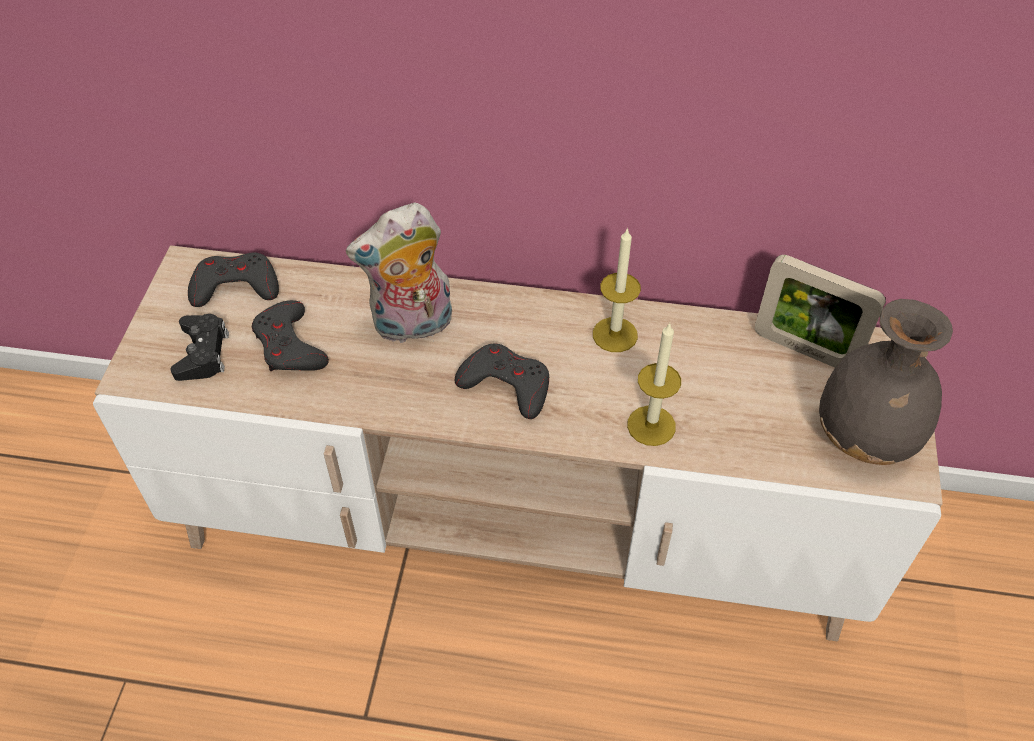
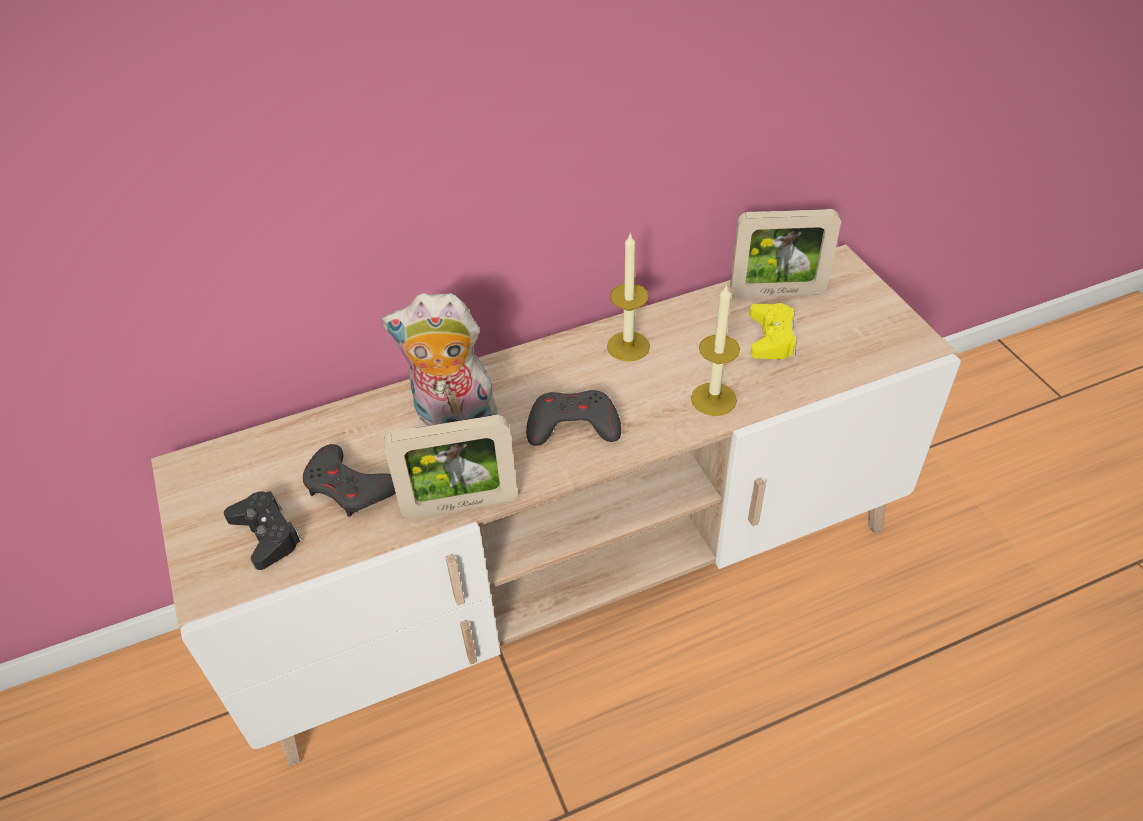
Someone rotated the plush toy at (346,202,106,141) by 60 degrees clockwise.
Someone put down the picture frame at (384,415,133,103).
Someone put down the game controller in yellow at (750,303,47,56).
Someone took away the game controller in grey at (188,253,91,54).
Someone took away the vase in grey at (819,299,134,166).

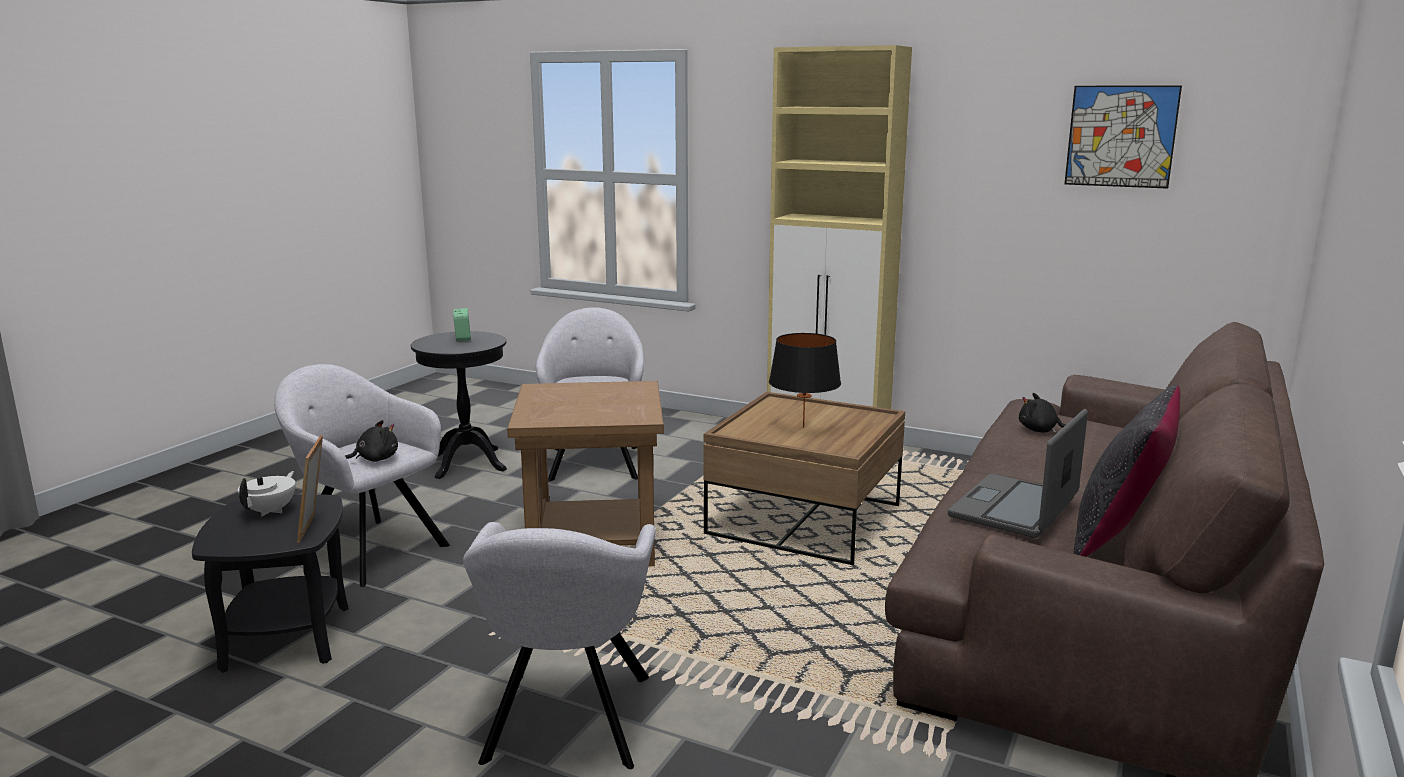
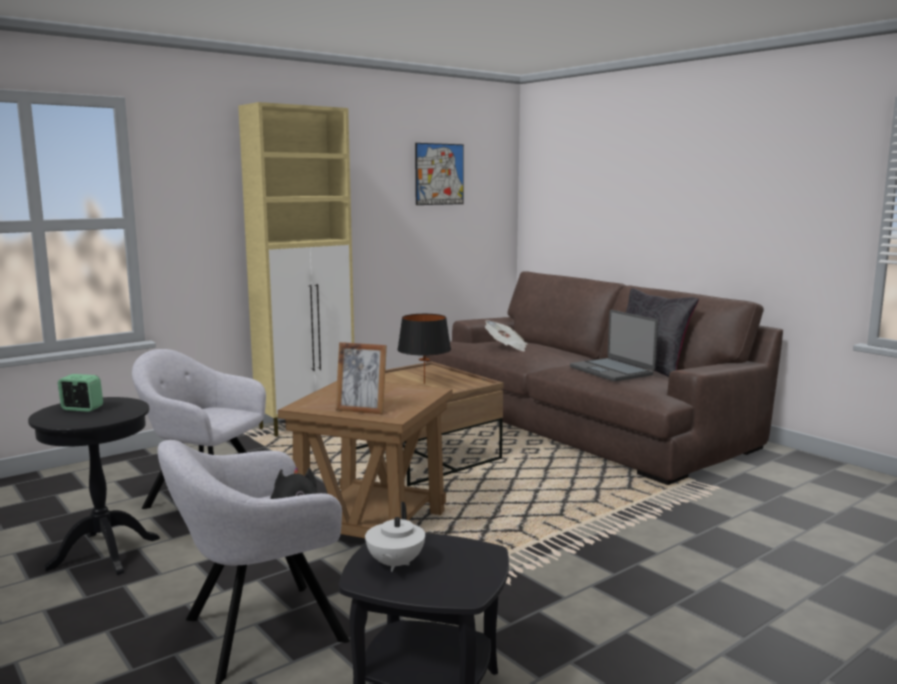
Someone carried the picture frame from (297,435,26,108) to (336,342,51,72).
Someone rotated the teapot in white at (238,471,57,46) by 120 degrees counterclockwise.
Someone swapped the plush toy in black at (1019,393,47,41) for the newspaper at (485,320,43,31).
Someone took away the armchair in grey at (463,522,193,247).

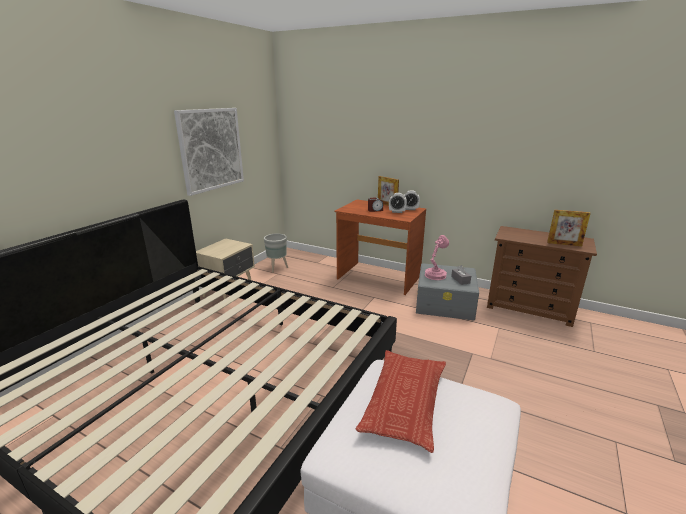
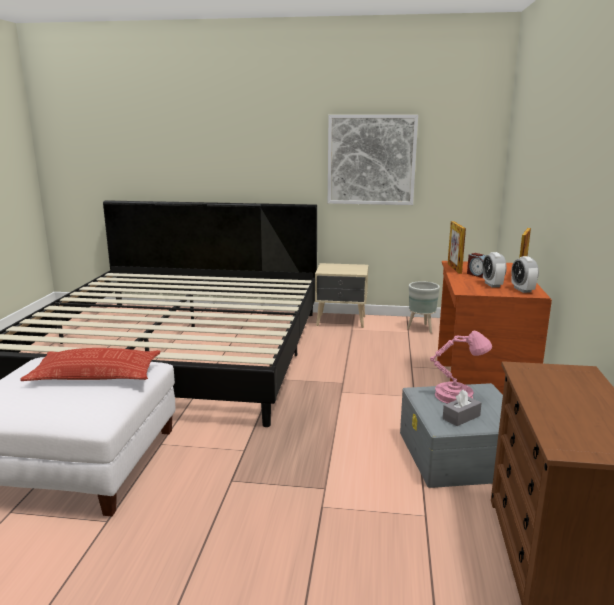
Someone carried the picture frame from (547,210,44,36) to (448,221,18,53).

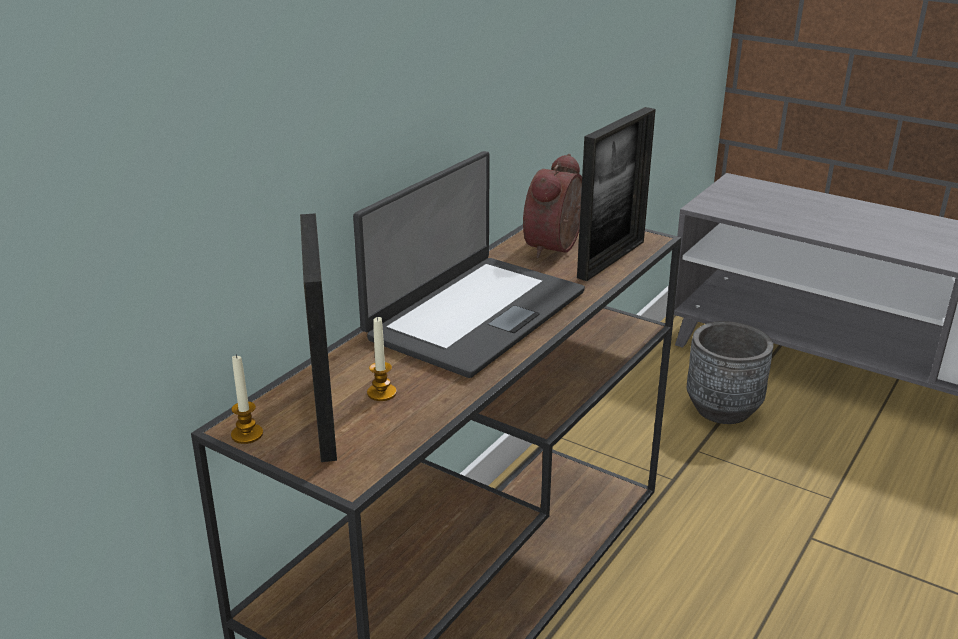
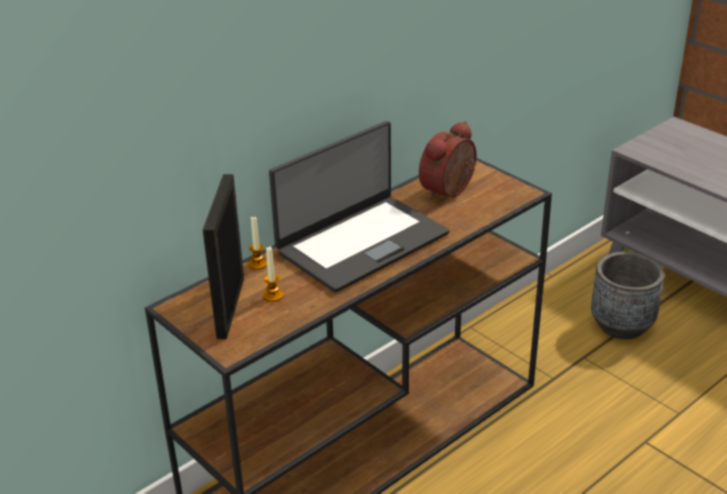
Someone carried the candle from (231,354,32,90) to (248,216,19,54).
Someone took away the picture frame at (577,107,79,174).

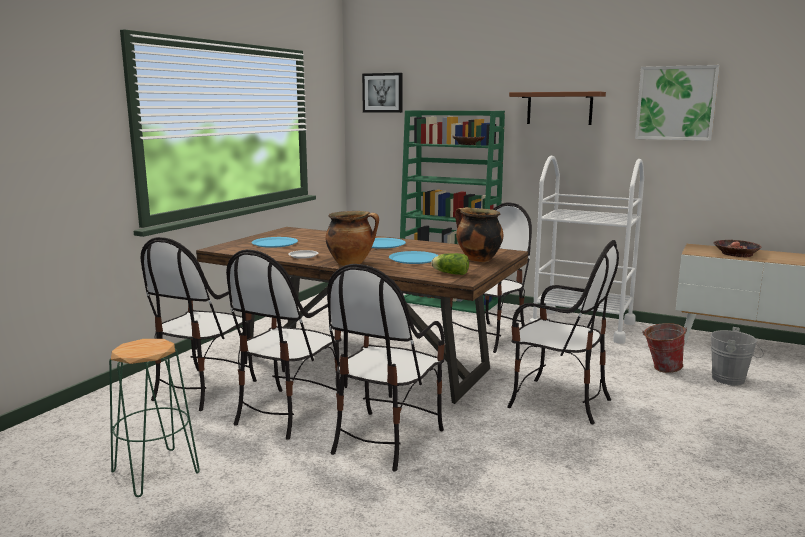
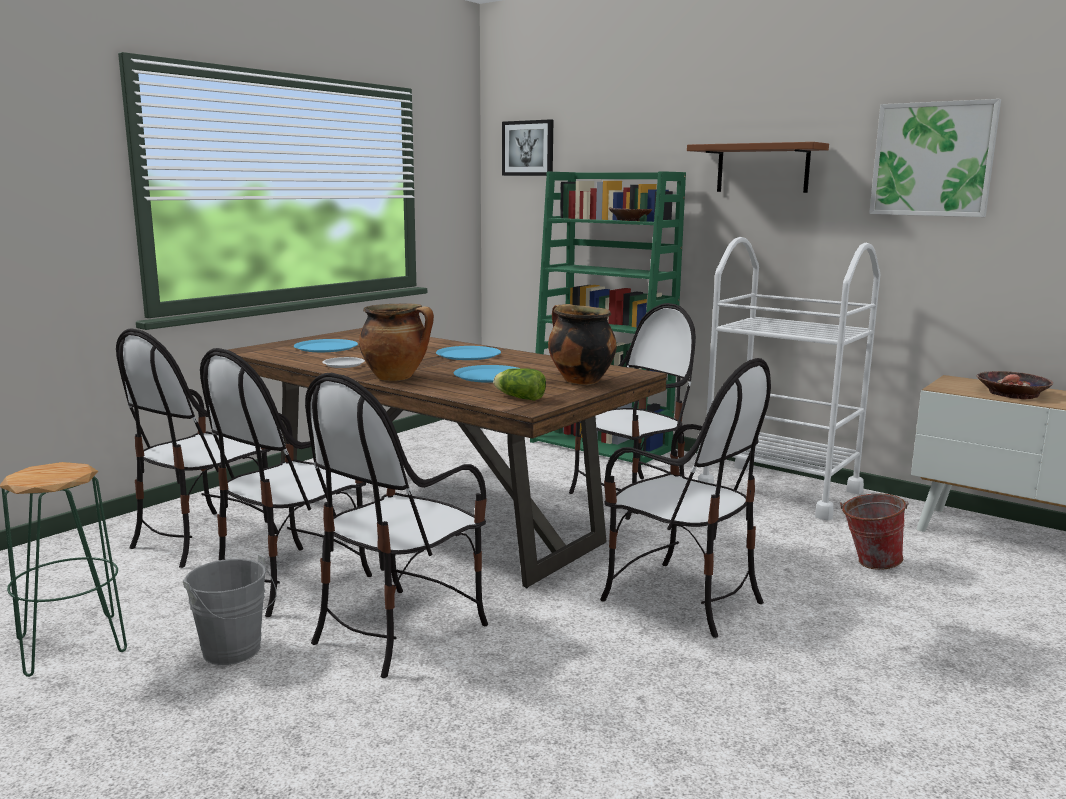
Someone carried the bucket in grey from (711,327,53,59) to (183,554,94,111).

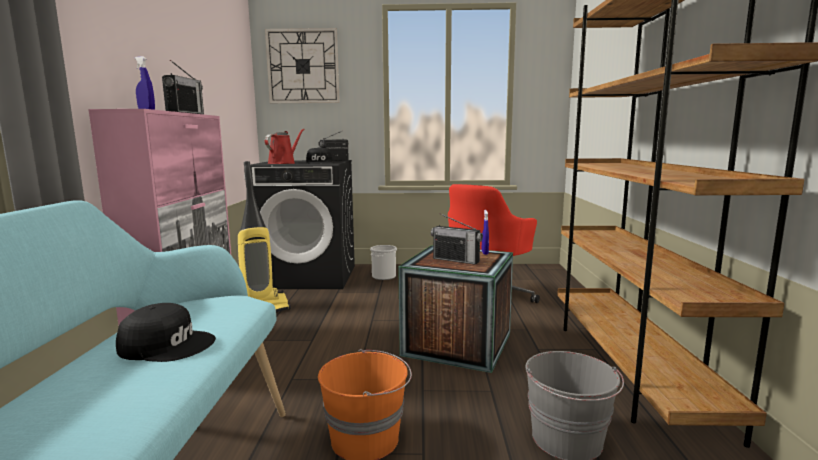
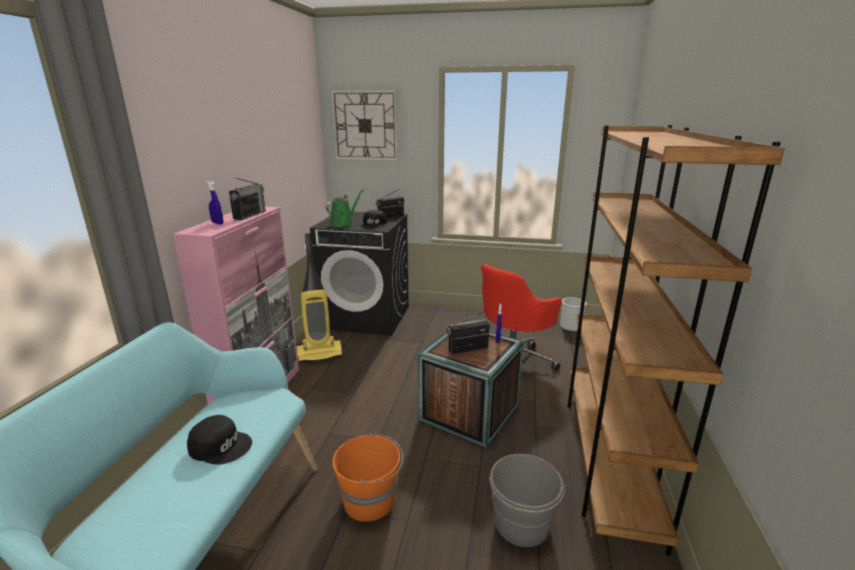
Someone repainted the watering can in red at (265,129,40,35), which became the watering can in green at (326,189,38,38).
Someone rotated the radio at (431,213,52,52) by 120 degrees clockwise.
Someone carried the bucket from (370,245,27,35) to (560,297,27,34).

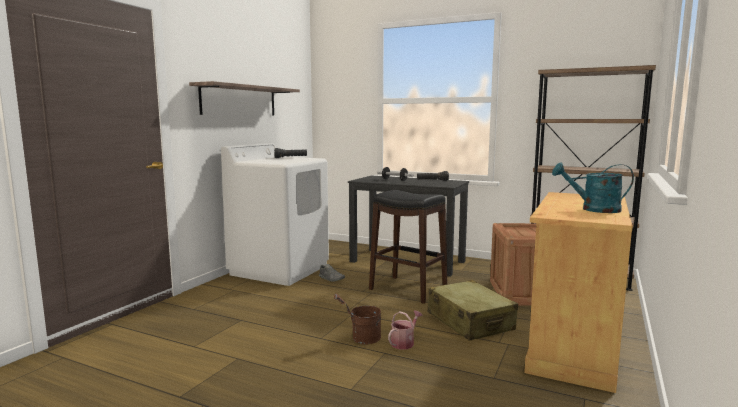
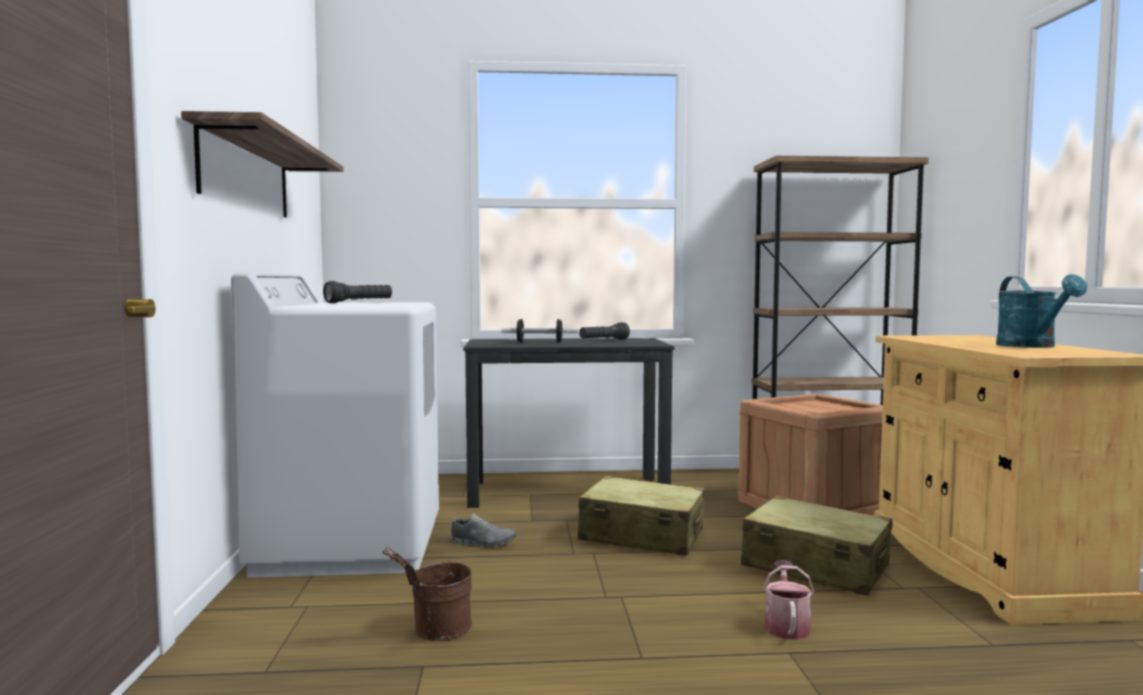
Someone carried the bucket in brown from (334,293,47,52) to (383,547,89,94).
Someone swapped the stool in black at (369,190,78,114) for the suitcase in beige at (578,476,127,80).
Someone rotated the watering can in turquoise at (552,162,82,51) by 75 degrees counterclockwise.

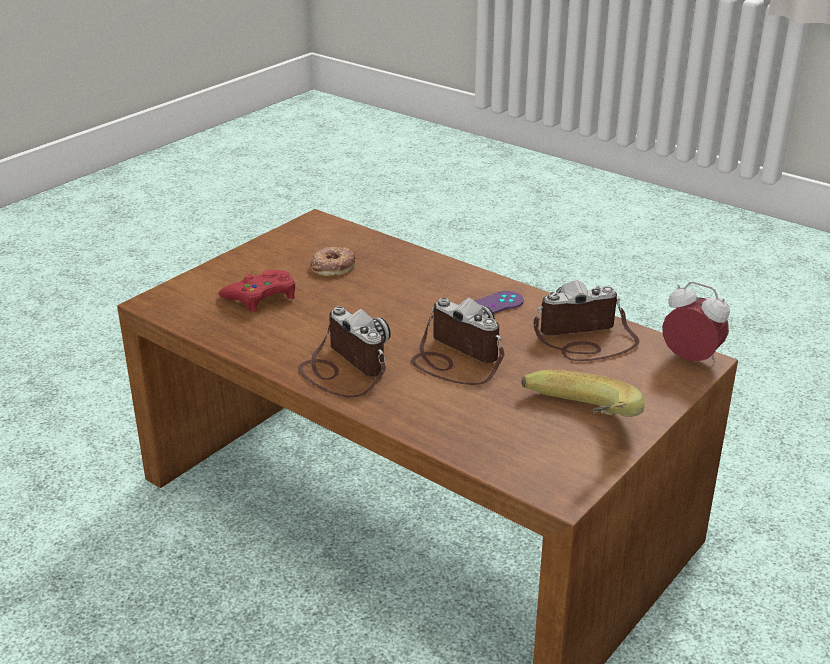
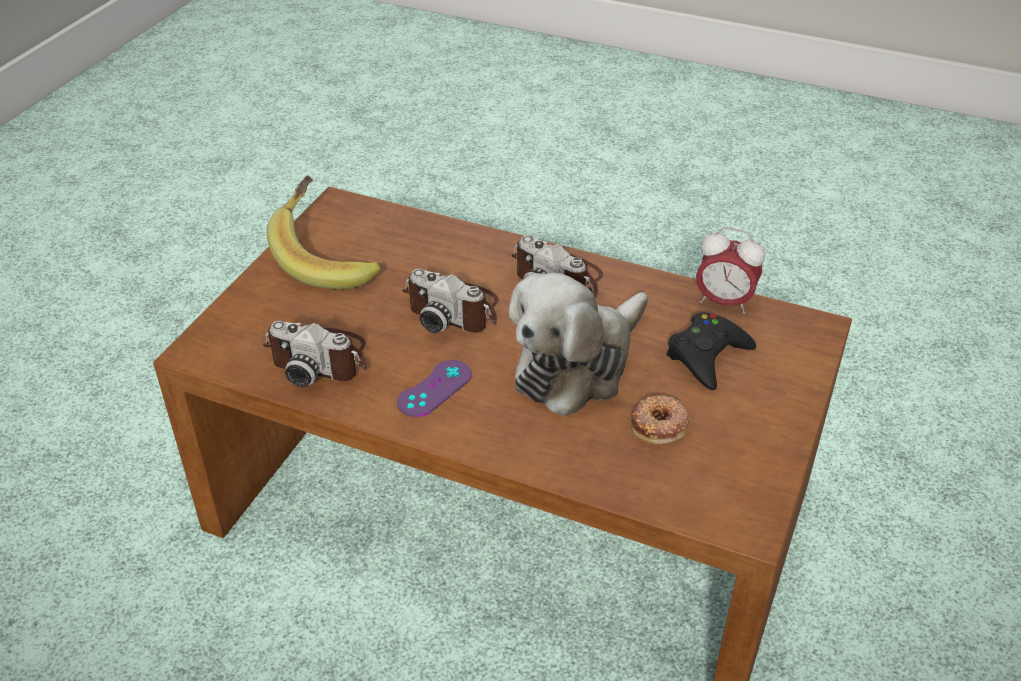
Someone rotated the photo camera at (534,280,105,81) by 45 degrees clockwise.
Someone put down the plush toy at (509,273,139,144).
Someone repainted the game controller in red at (218,270,77,42), which became the game controller in black at (667,312,89,78).
Someone carried the alarm clock from (662,282,68,81) to (696,227,69,87).

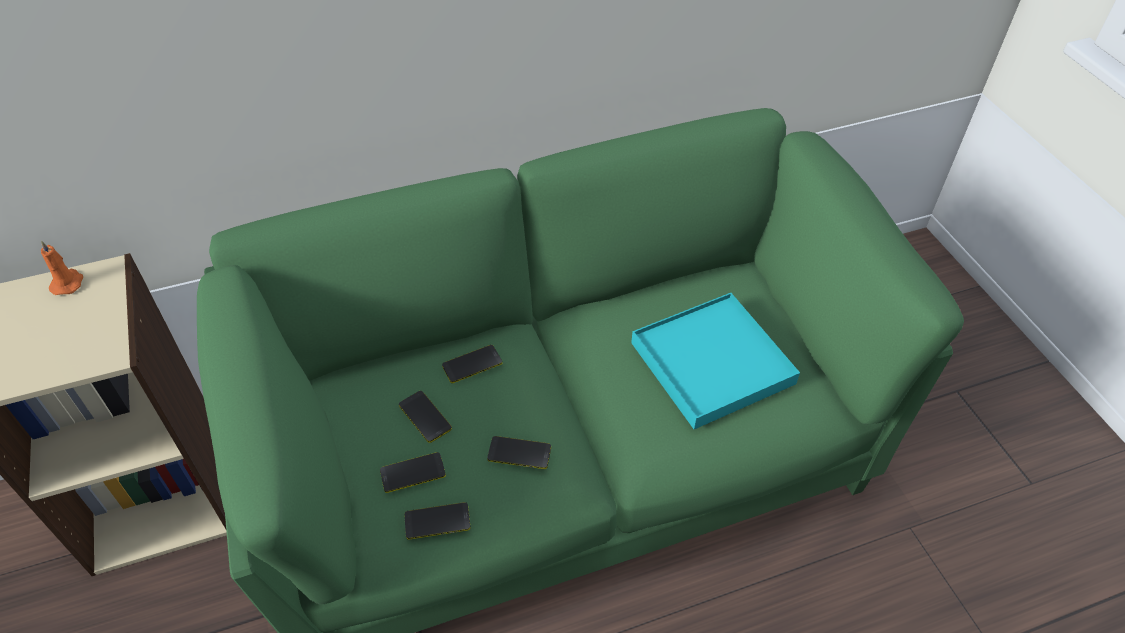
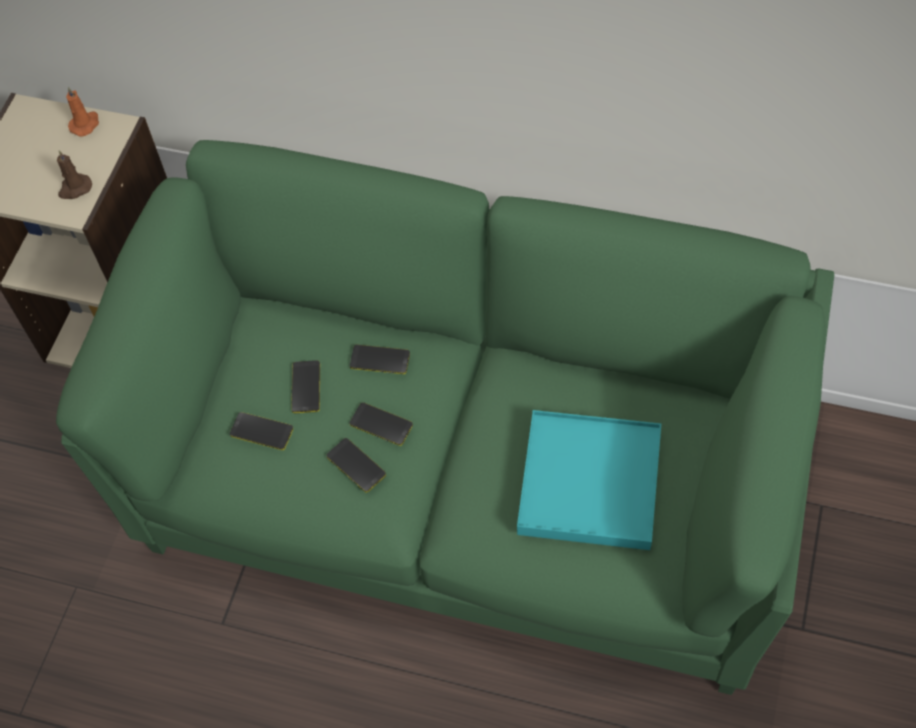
Someone put down the candle in brown at (57,150,35,49).
Someone carried the phone from (404,502,67,38) to (350,403,63,43).

